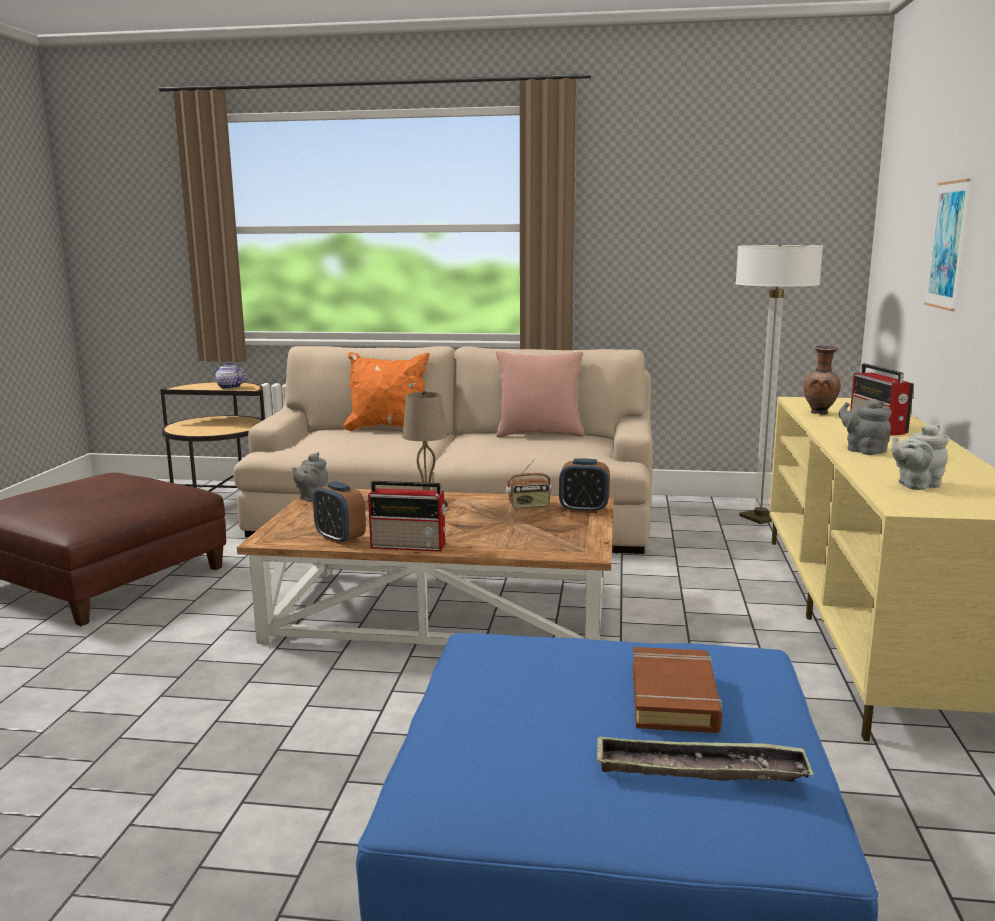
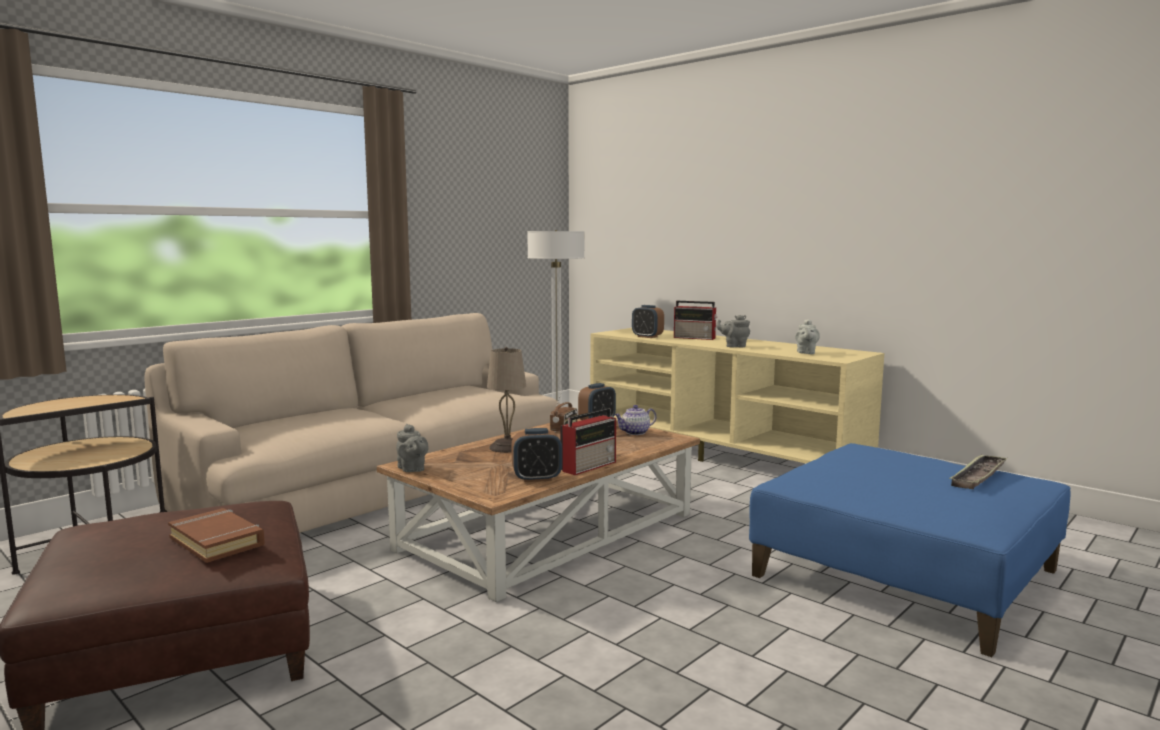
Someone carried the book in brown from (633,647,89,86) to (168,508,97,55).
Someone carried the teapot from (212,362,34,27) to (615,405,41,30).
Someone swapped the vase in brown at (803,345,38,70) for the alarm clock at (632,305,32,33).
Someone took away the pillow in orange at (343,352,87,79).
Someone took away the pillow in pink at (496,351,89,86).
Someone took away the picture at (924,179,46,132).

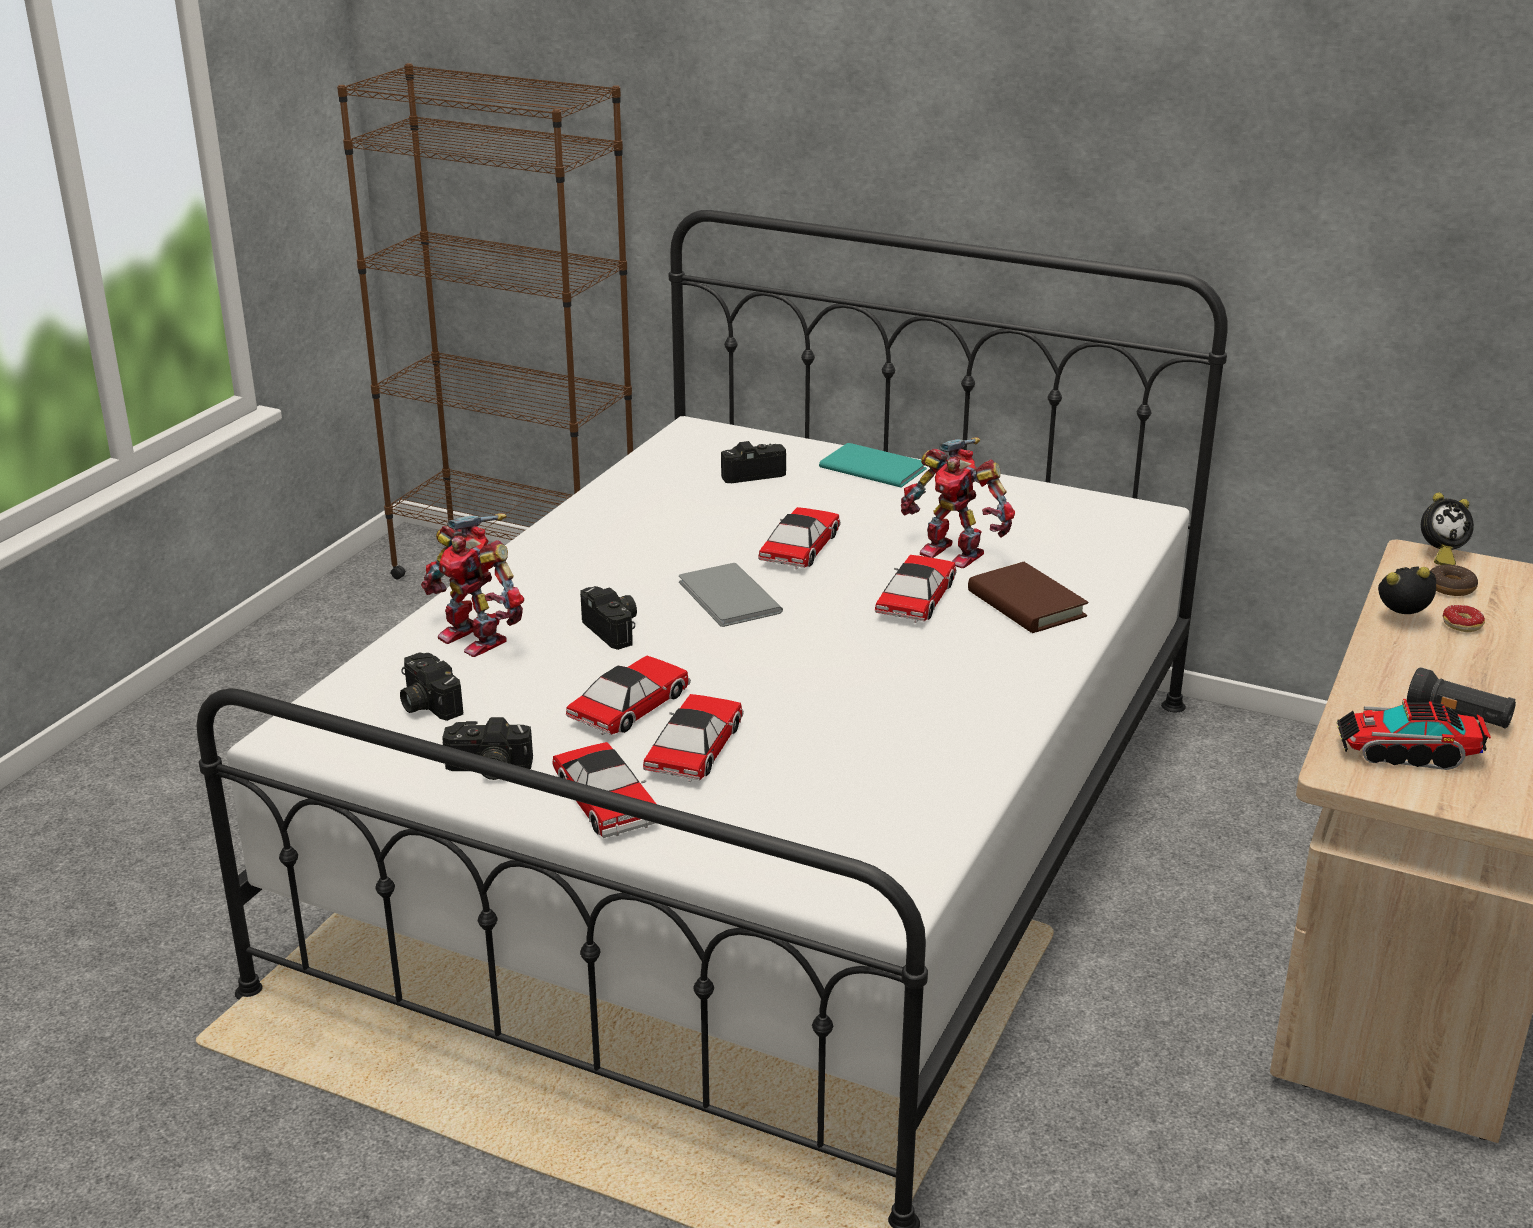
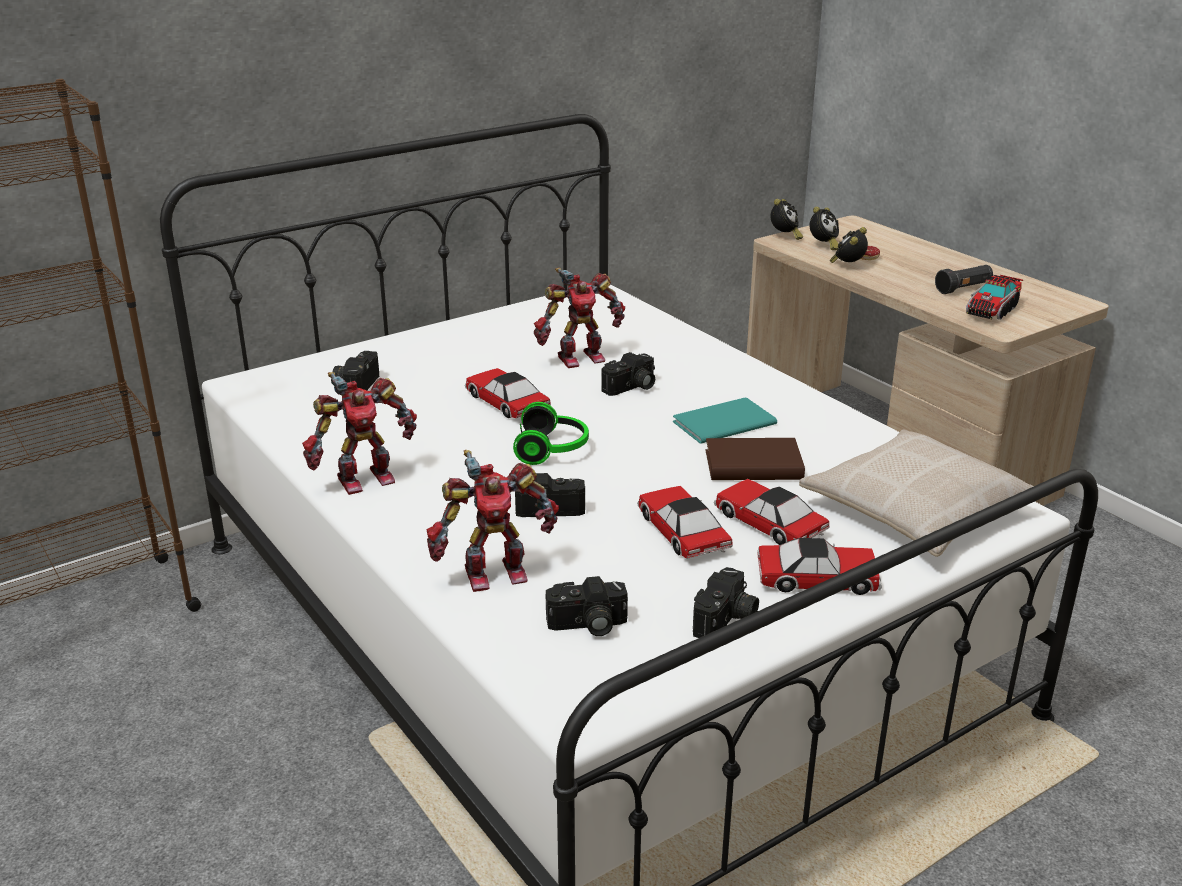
Someone put down the toy robot at (302,372,115,123).
Someone swapped the book in grey at (679,563,104,64) for the headphones at (513,402,76,63).
Someone swapped the toy car at (875,555,82,68) for the photo camera at (601,352,54,44).
Someone carried the book in turquoise from (819,443,108,44) to (673,398,104,46).
Someone carried the book in brown from (968,562,120,71) to (706,438,99,42).
Someone put down the pillow in beige at (799,429,235,128).
Someone swapped the donut at (1430,564,48,32) for the alarm clock at (809,207,30,43).

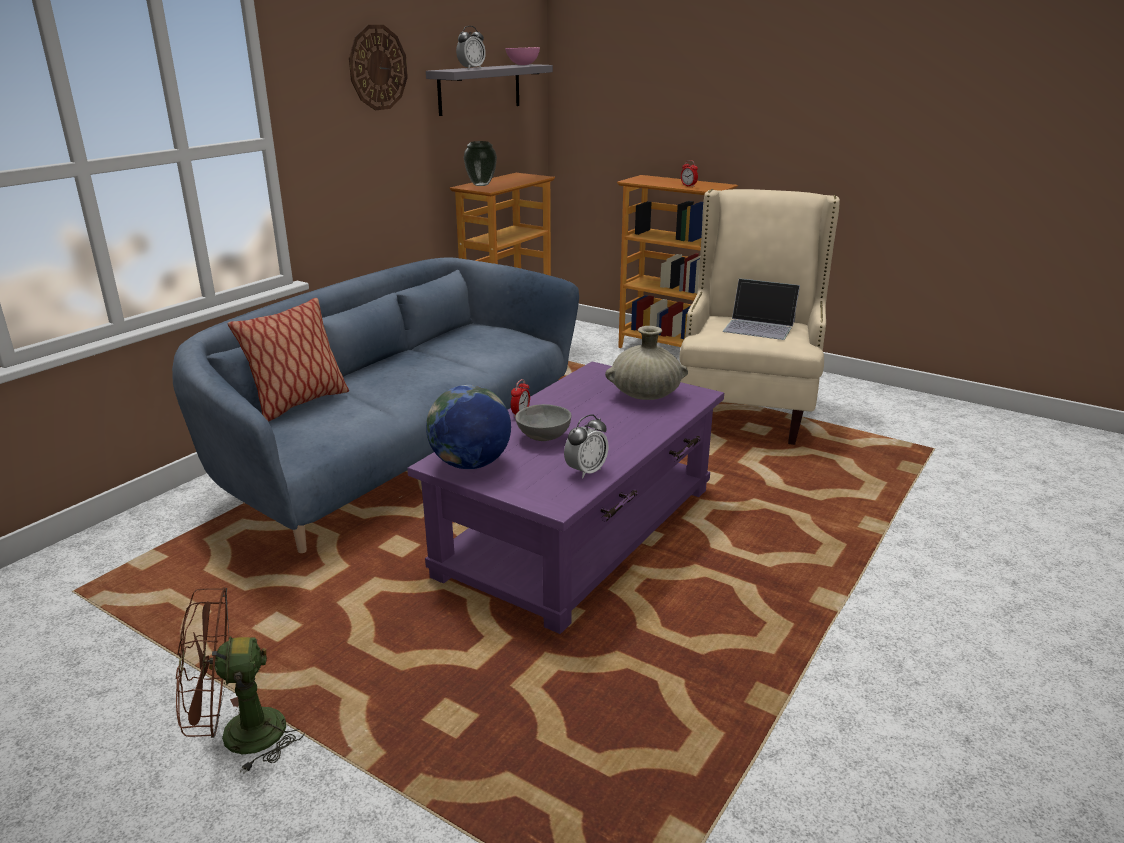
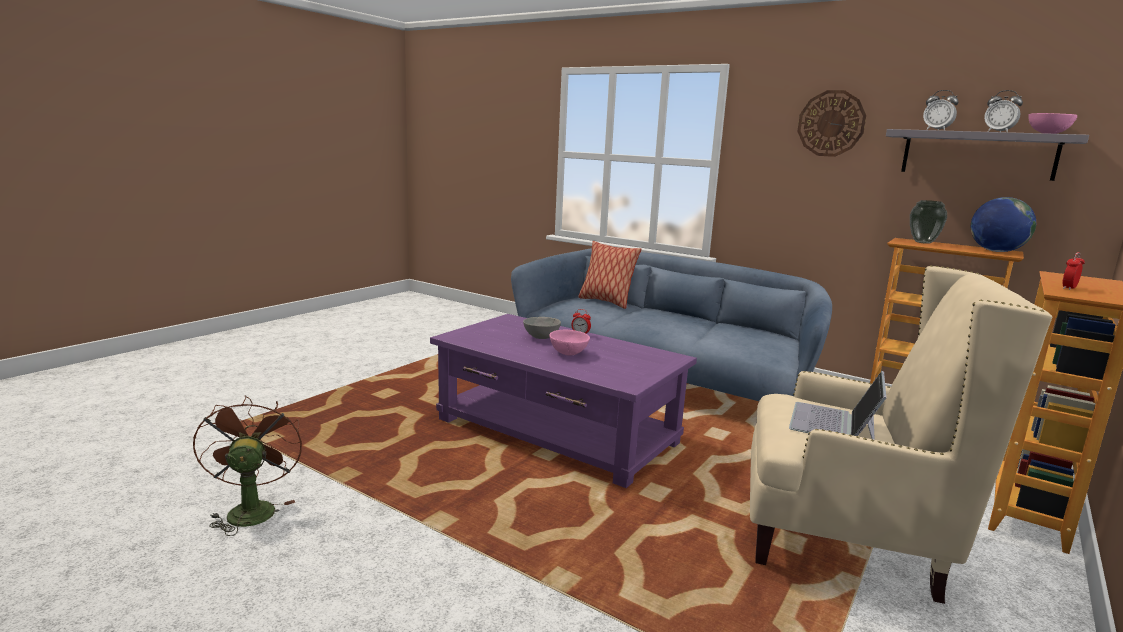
Someone carried the fan in brown from (176,587,129,187) to (193,395,109,141).
Someone put down the bowl in pink at (549,330,41,26).
Someone carried the globe from (426,385,85,84) to (971,197,65,55).
Someone carried the alarm clock from (564,414,45,65) to (984,90,39,42).
Someone took away the vase in beige at (605,326,83,74).

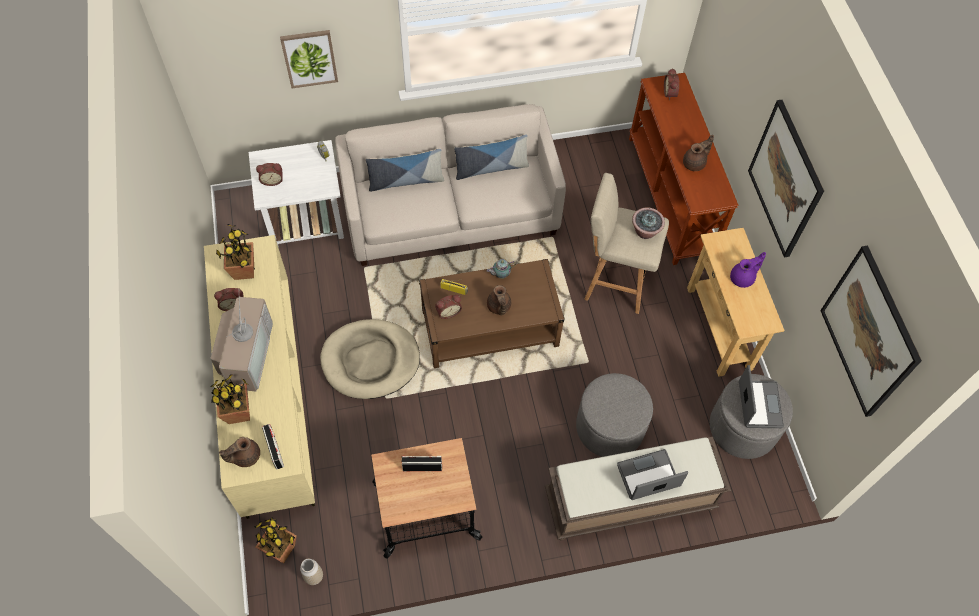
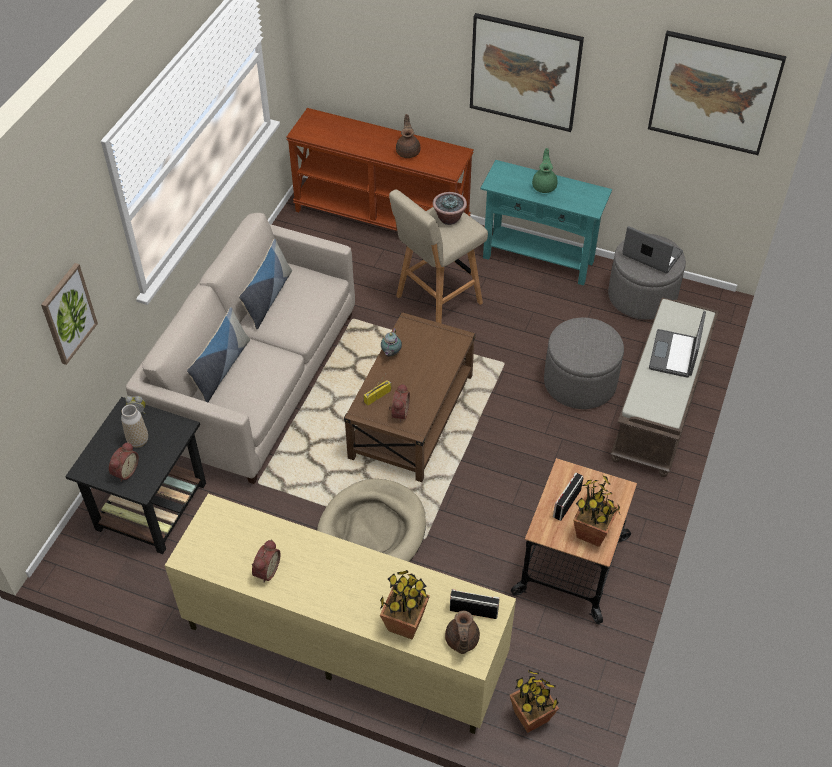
Someone repainted the side table in white at (248,140,96,108), which became the side table in black at (65,397,141,157).
Someone carried the vase from (300,559,23,26) to (121,405,27,42).
Someone repainted the console table in beige at (687,228,98,149), which became the console table in turquoise at (480,160,132,126).
Someone repainted the teapot in purple at (730,252,36,36), which became the teapot in green at (532,148,26,45).
Someone carried the potted plant from (216,224,39,56) to (573,476,47,71).
Someone took away the television at (210,289,63,103).
Someone took away the teapot in brown at (487,285,24,30).
Someone took away the alarm clock at (664,68,15,32).

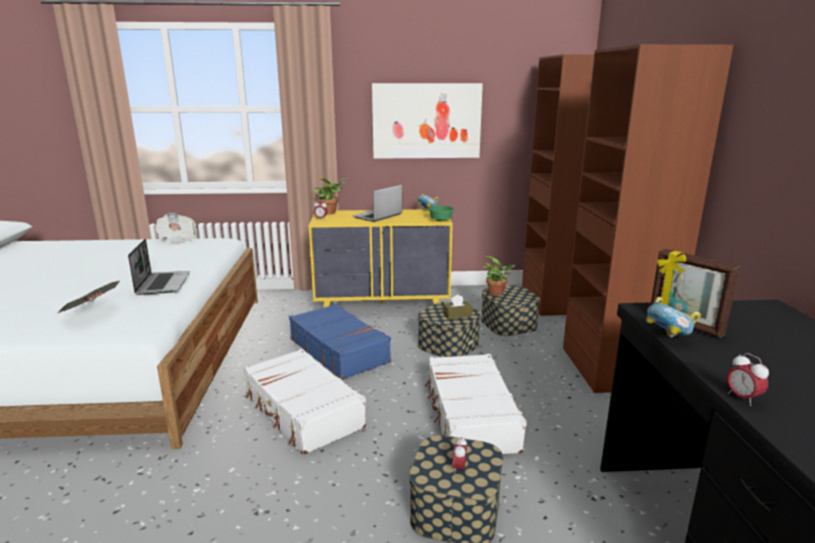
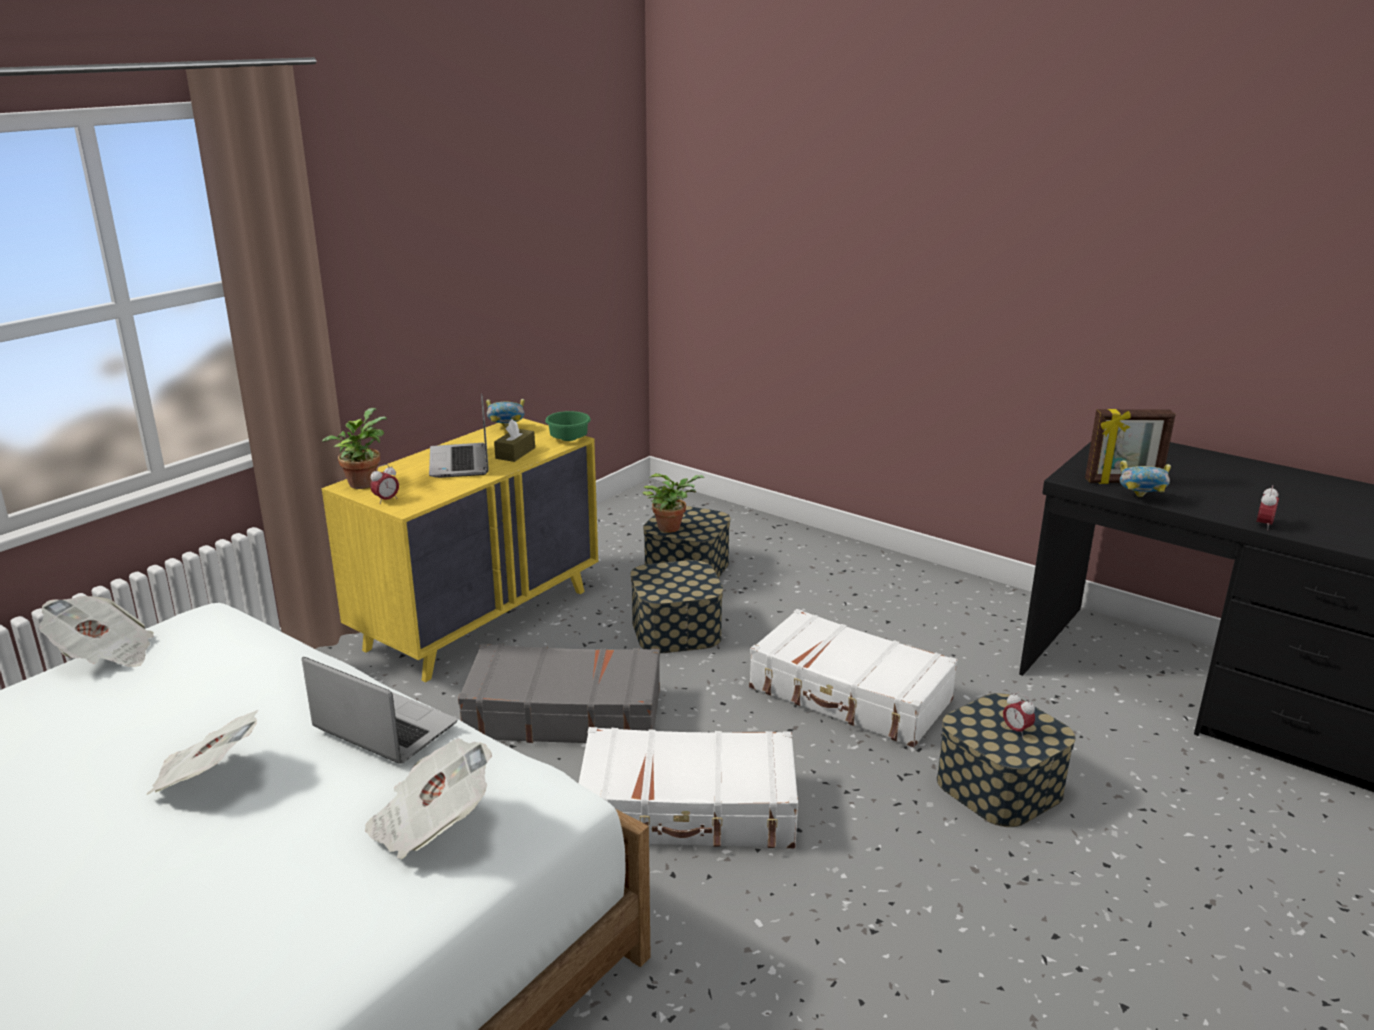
Someone put down the newspaper at (147,710,112,85).
Someone repainted the suitcase in blue at (289,304,102,76), which became the suitcase in grey at (458,644,202,99).
Someone carried the tissue box in brown from (443,294,29,26) to (494,419,41,43).
Someone rotated the alarm clock at (727,353,42,53) by 75 degrees counterclockwise.
Someone took away the picture at (372,83,111,76).
Someone took away the wardrobe in brown at (522,44,211,349).

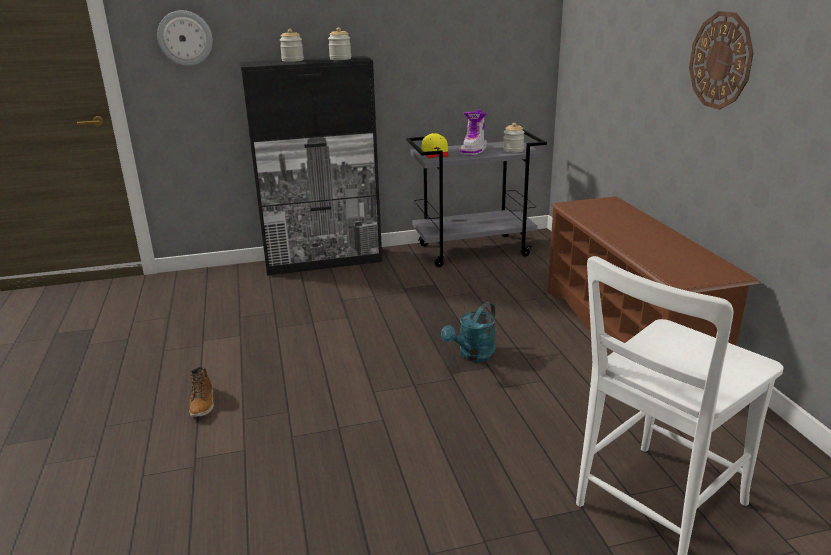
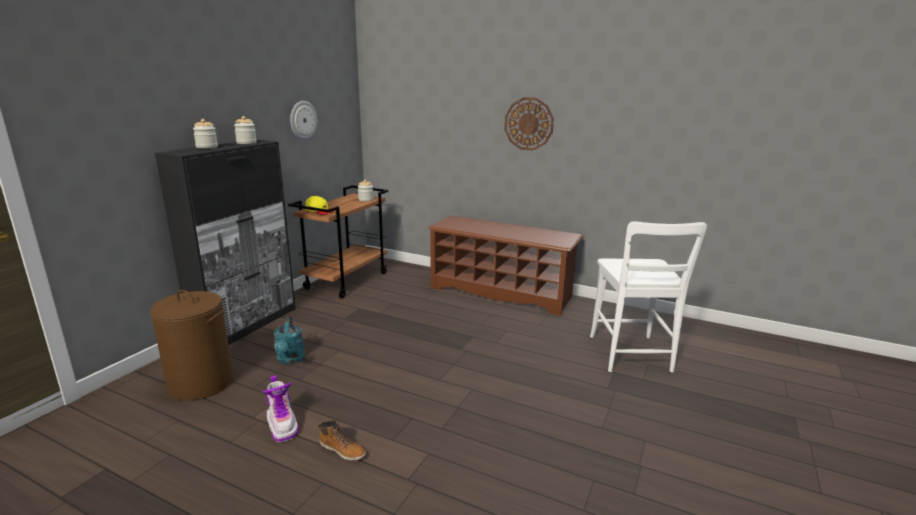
Someone put down the laundry basket in brown at (150,290,83,111).
Someone carried the boot from (460,109,27,46) to (263,375,35,67).
Someone carried the watering can in turquoise from (441,302,55,60) to (274,317,31,48).
Someone repainted the cart in grey at (406,129,141,138), which became the cart in brown at (288,185,100,113).
Someone carried the wall clock from (157,10,56,56) to (290,101,27,39).

